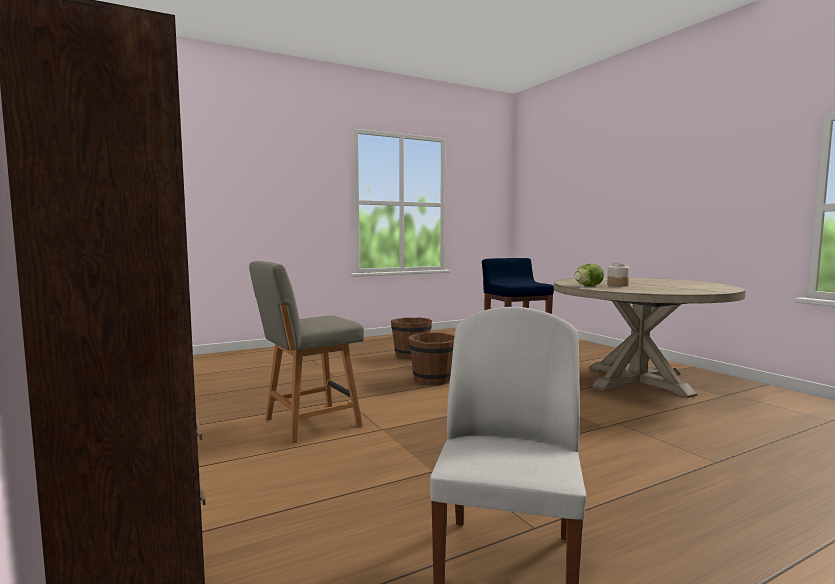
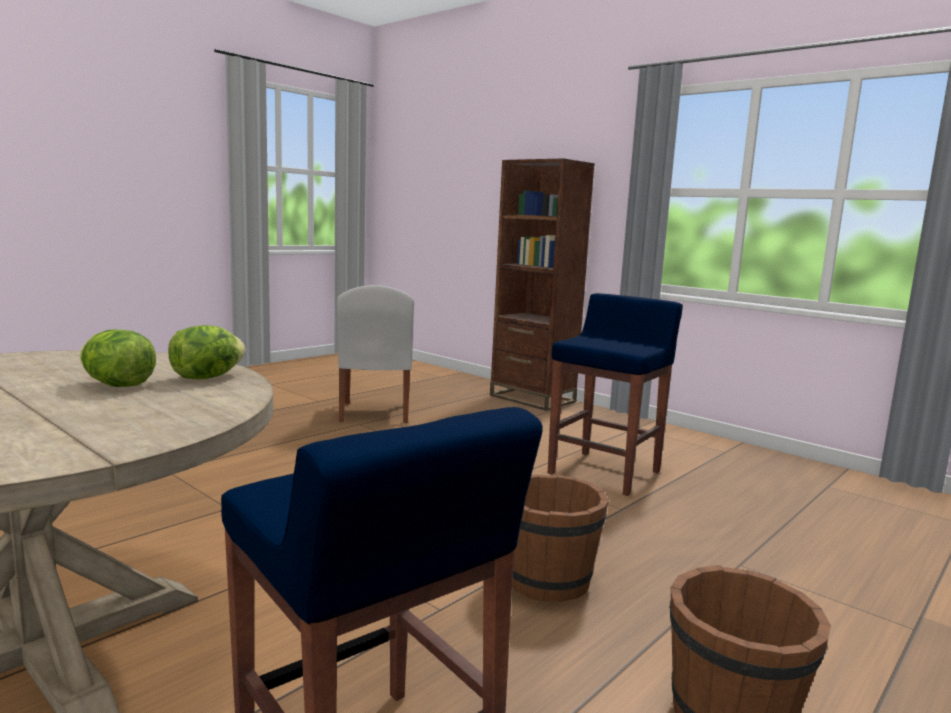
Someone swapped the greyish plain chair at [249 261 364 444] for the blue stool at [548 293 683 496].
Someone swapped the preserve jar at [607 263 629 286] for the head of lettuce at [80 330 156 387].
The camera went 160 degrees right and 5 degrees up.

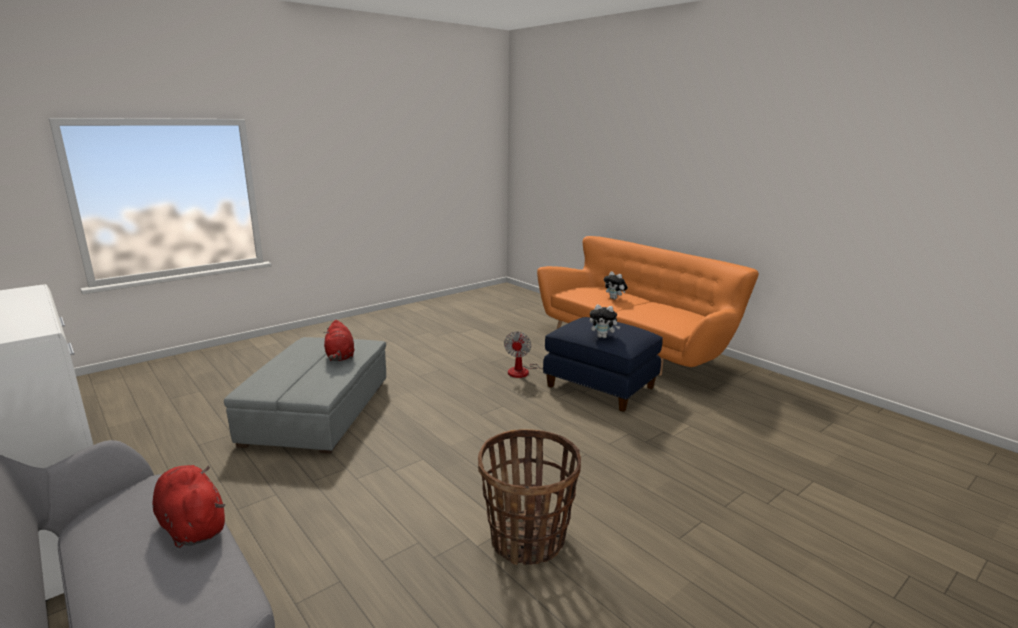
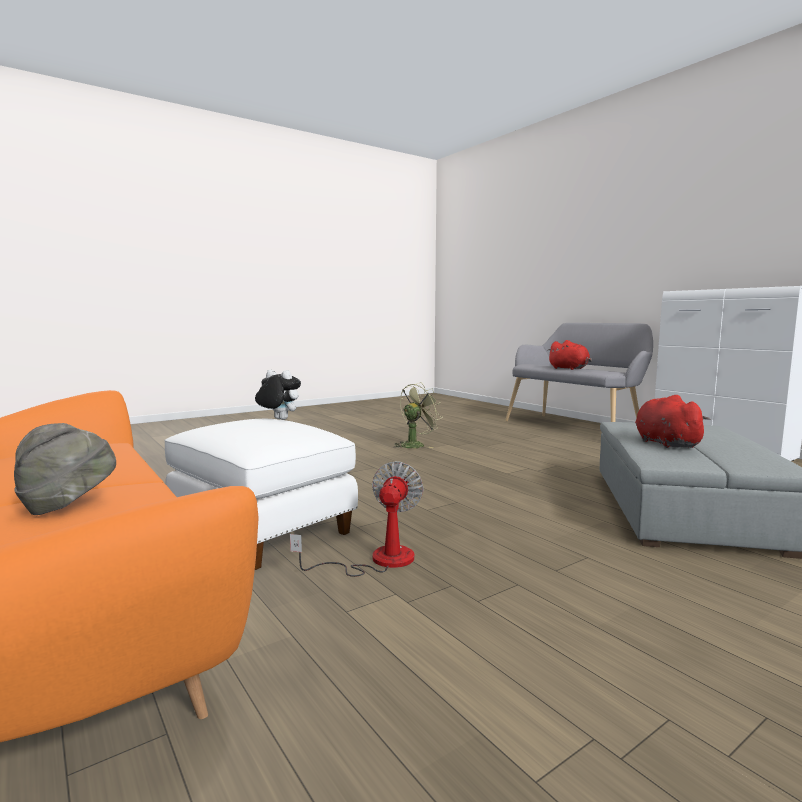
Someone swapped the basket at [478 429 581 565] for the greenish cooling fan at [394 382 443 448].
Someone swapped the plush toy at [604 272 628 300] for the greyish clothing hat at [14 423 116 515].
Someone repainted the blue pouffe at [543 317 663 412], which became the white-coloured pouffe at [164 419 358 570].
The camera went 175 degrees left and 10 degrees down.

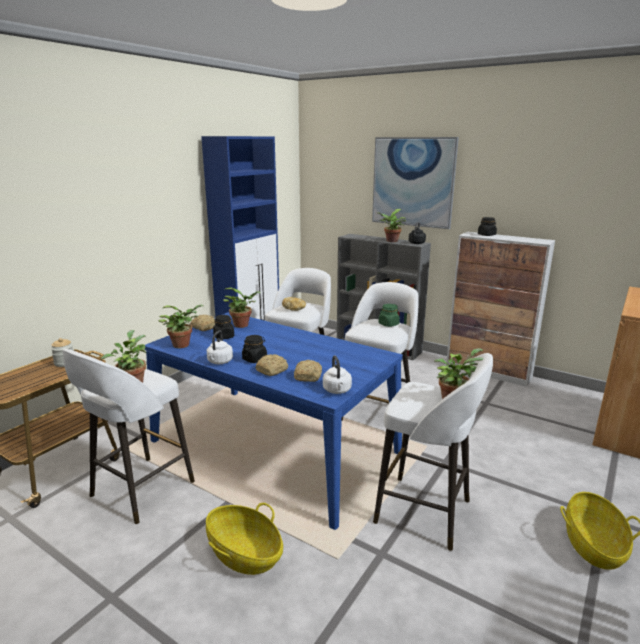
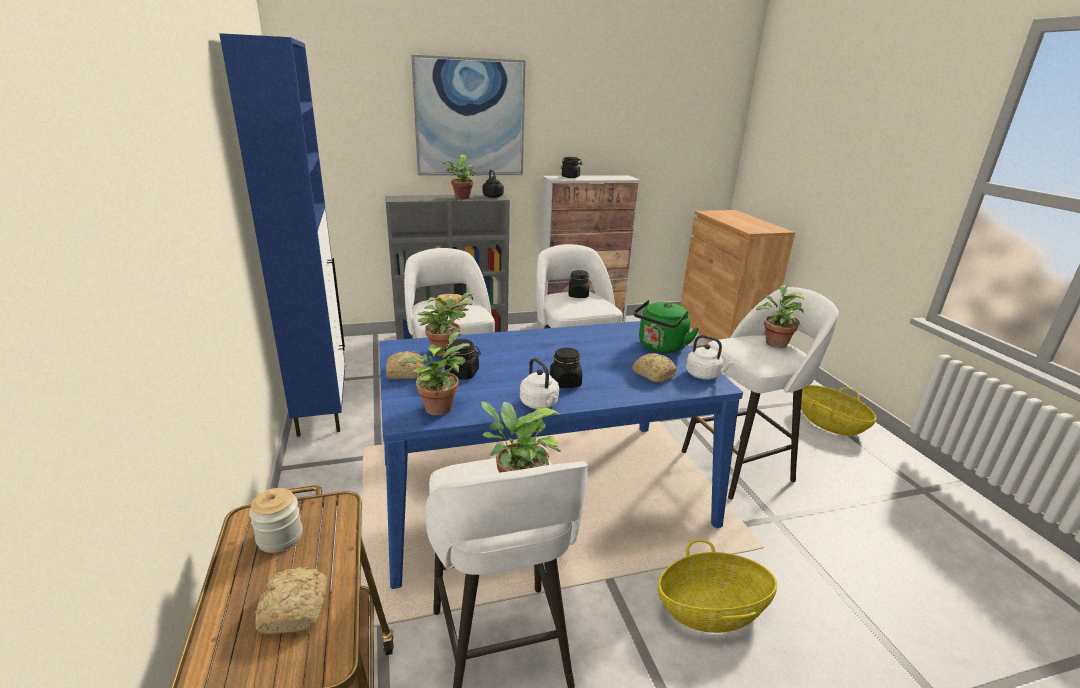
Someone put down the greenish kettle at [634 300 699 353].
Someone carried the bakery bread from [255 354 288 376] to [255 567 327 634].
Someone repainted the greenish preserve jar at [379 304 400 327], which became the blackish preserve jar at [568 270 589 298].
The camera went 50 degrees left and 5 degrees up.

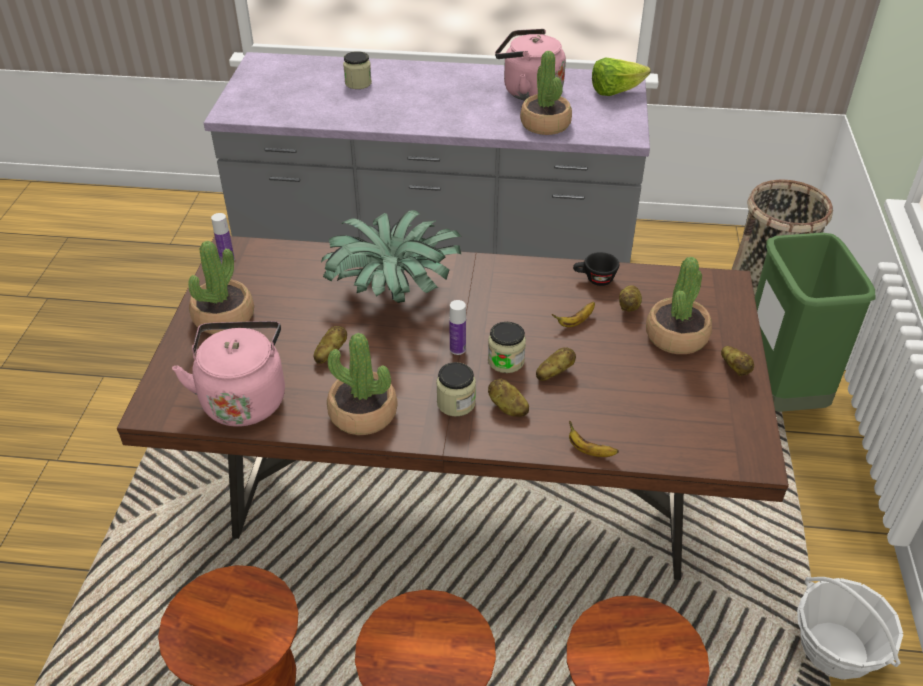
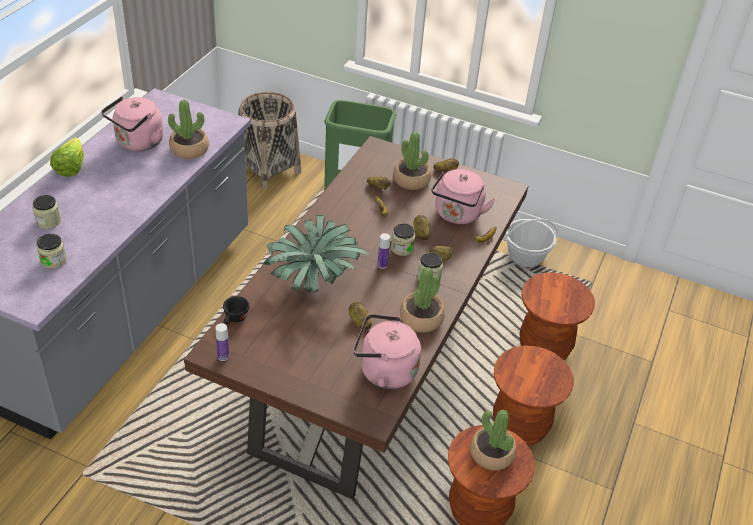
Someone put down the preserve jar at [37 234 67 269].
Someone put down the pink-coloured kettle at [432 169 496 224].
Someone carried the potted plant from [188 241 254 334] to [470 409 516 470].
Someone carried the blackish cup from [573 252 619 286] to [223 296 250 324].
Someone carried the head of lettuce from [592 57 651 96] to [50 137 84 177].
The camera went 75 degrees left and 0 degrees up.

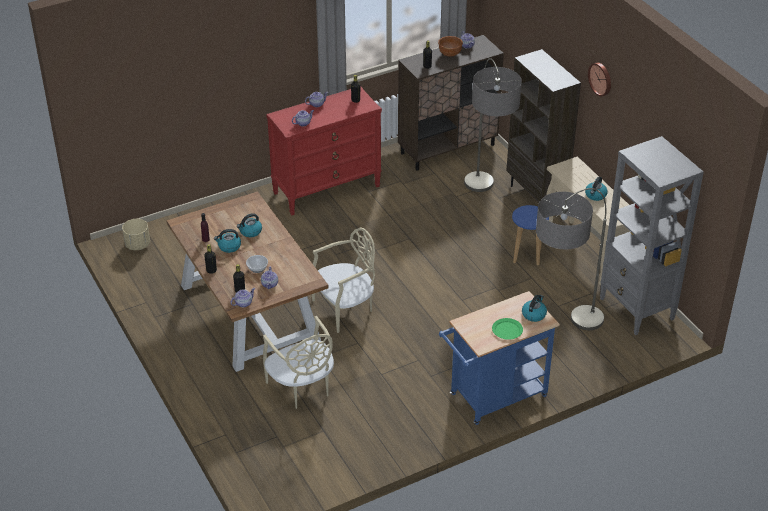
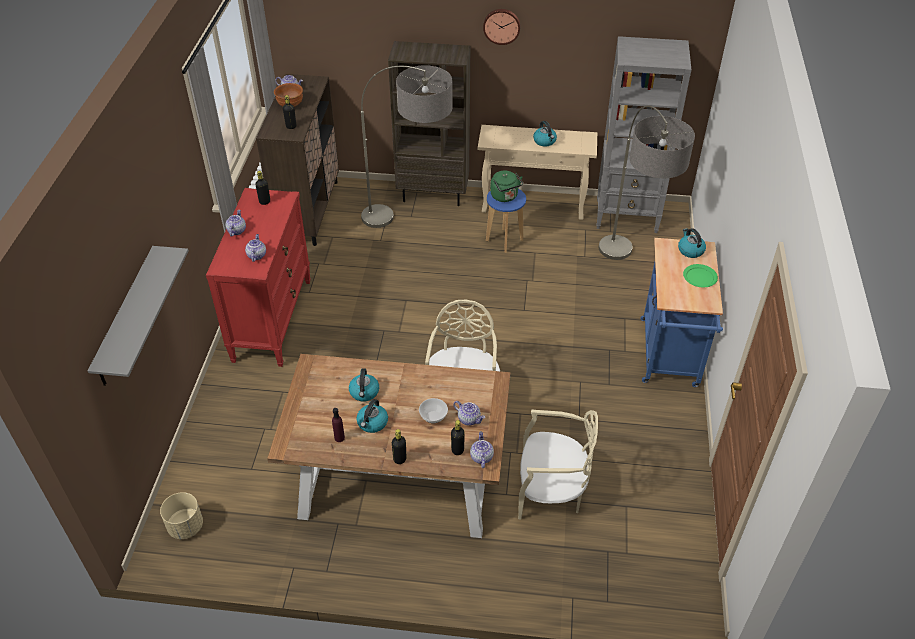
Someone put up the greyish bracket shelf at [88 246 189 386].
Someone put down the greenish kettle at [490 171 523 202].
The camera went 55 degrees left and 5 degrees up.

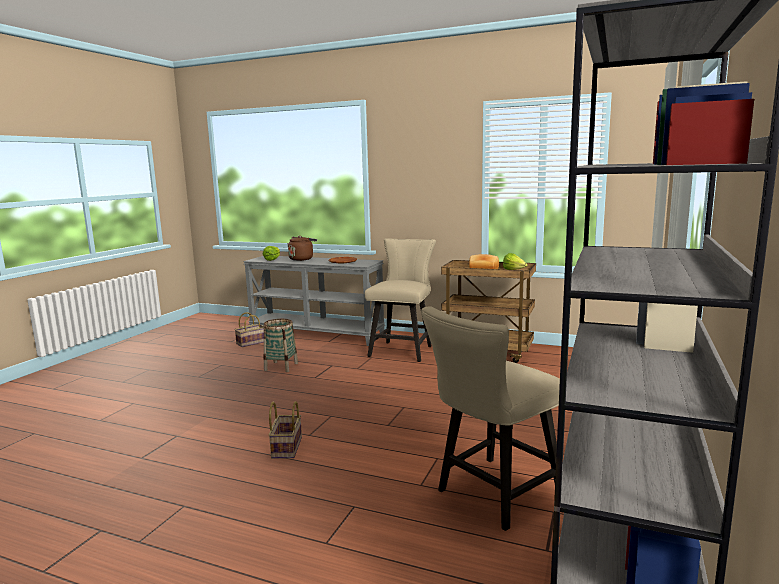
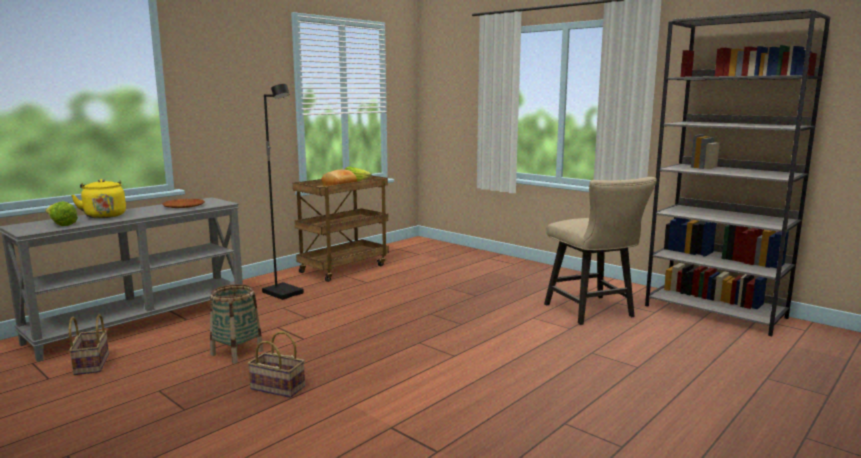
Someone carried the basket from [269 401 302 459] to [248 332 305 398].
Someone swapped the beige-coloured plain chair at [365 238 436 362] for the blackish floor lamp at [262 84 304 300].
Someone repainted the brownish kettle at [287 236 317 261], which became the yellow-coloured kettle at [71 179 126 218].
The camera went 70 degrees left and 0 degrees up.

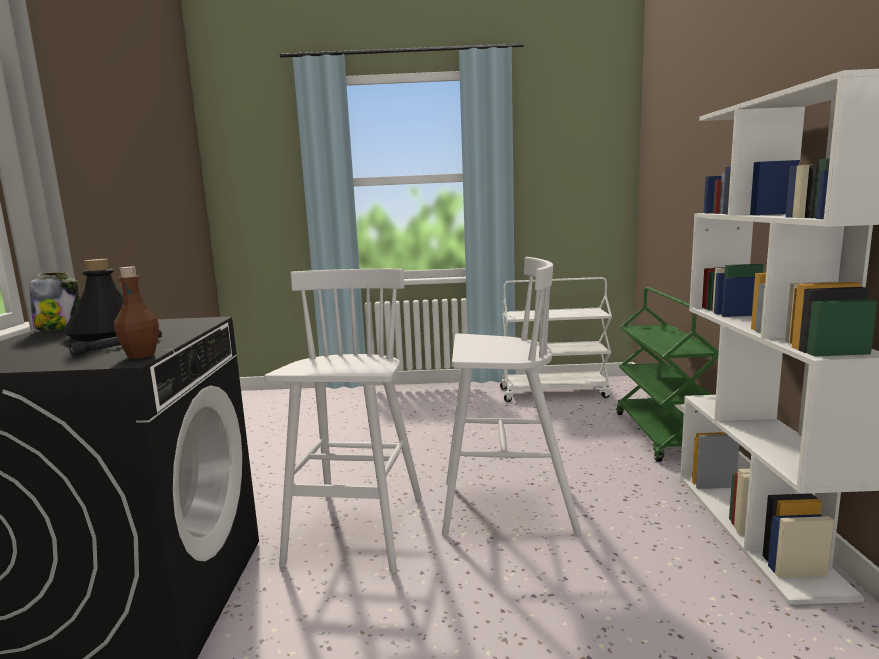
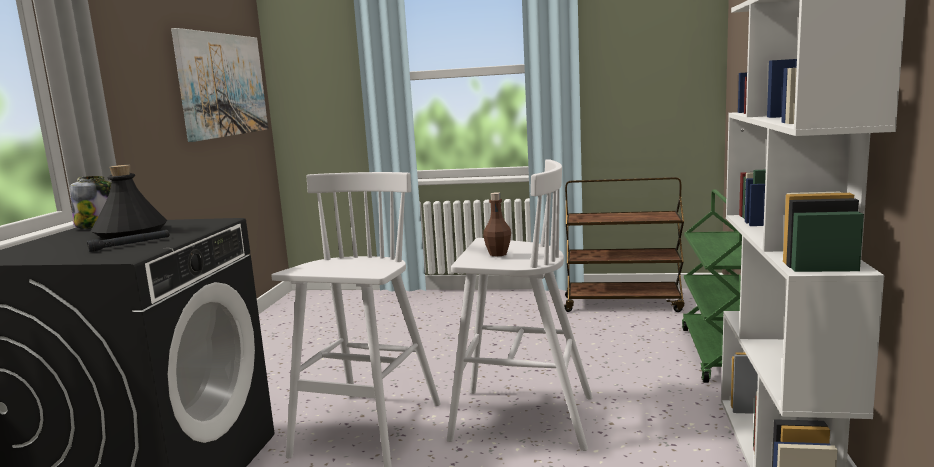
Someone put up the wall art at [171 28 268 142].
Someone carried the brownish beverage bottle from [114 267 159 359] to [483 192 511 256].
Someone repainted the white-coloured cart at [500 277 612 402], which became the brownish cart at [564 177 685 312].
The camera went 10 degrees right and 0 degrees up.

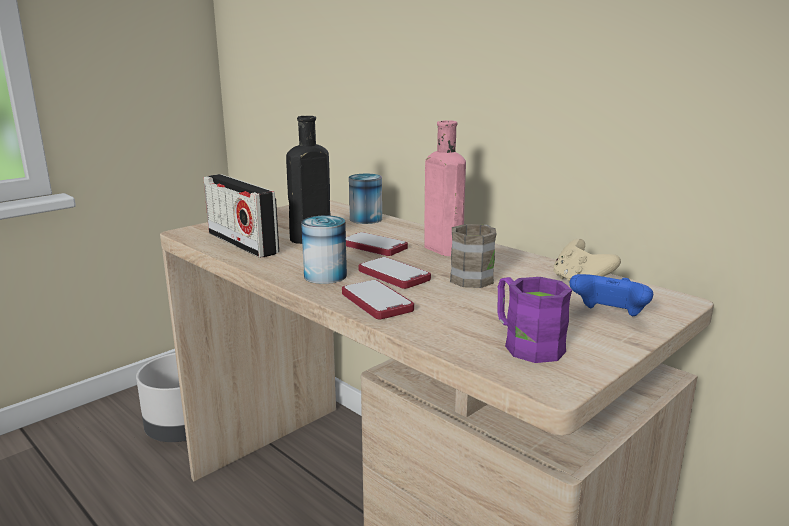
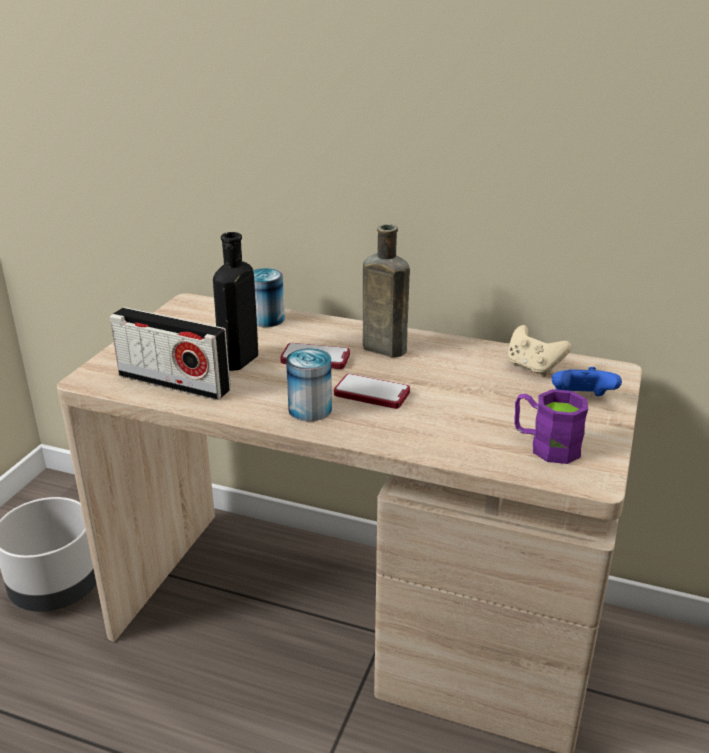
Someone took away the phone at [342 280 414 319].
Someone took away the brownish mug at [450 224 497 288].
Someone repainted the pink-coloured beverage bottle at [424 120 466 256], which became the brownish beverage bottle at [363 224 410 357].
The camera went 25 degrees left and 10 degrees up.

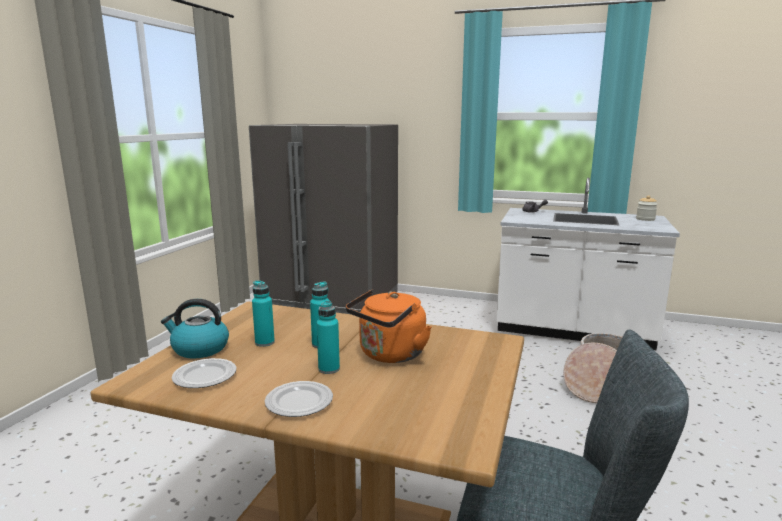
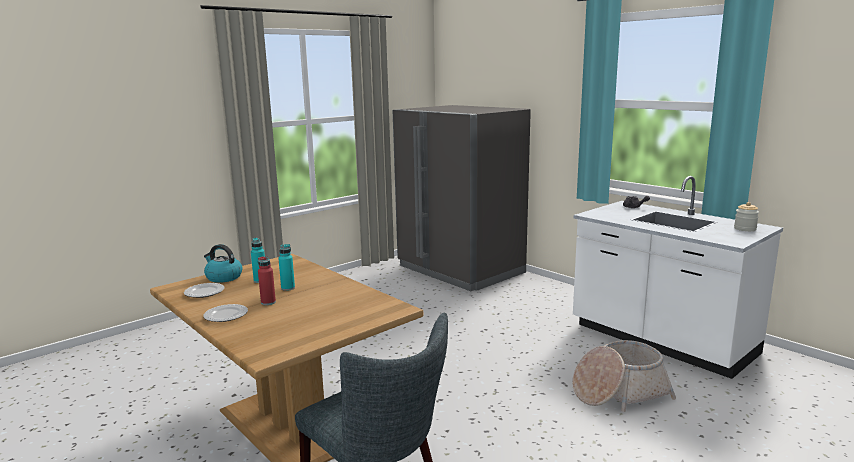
Someone took away the orangey kettle at [346 290 432 363].
Someone repainted the blue-green beverage bottle at [317 301 340 374], which became the red-coloured beverage bottle at [258 256 276 305].
The camera went 30 degrees right and 0 degrees up.

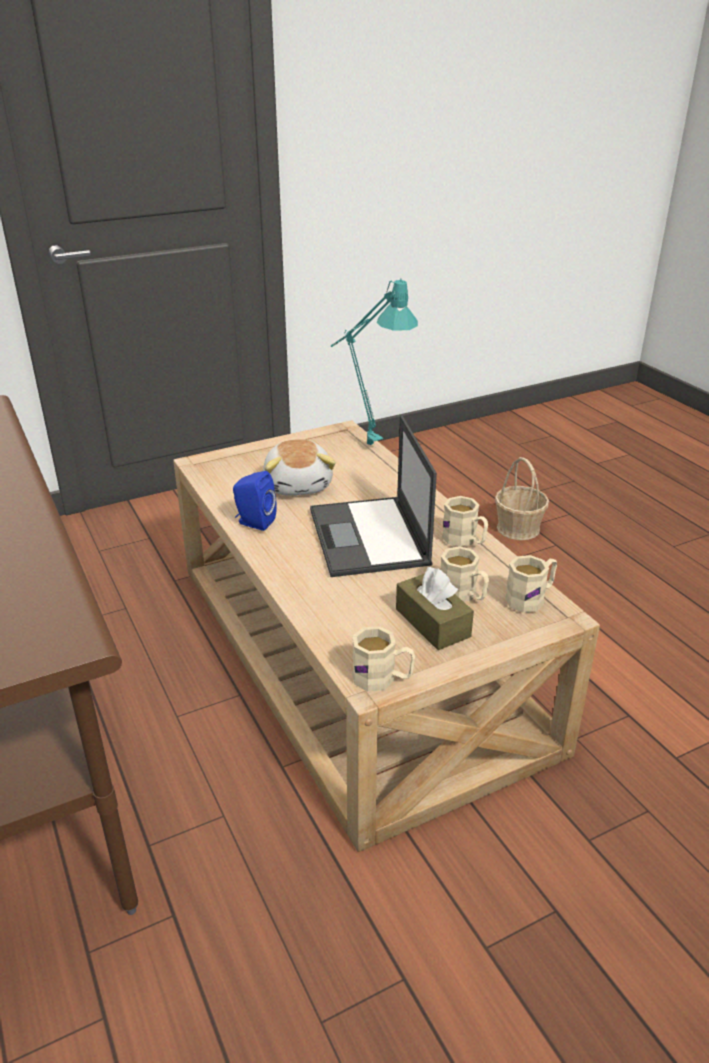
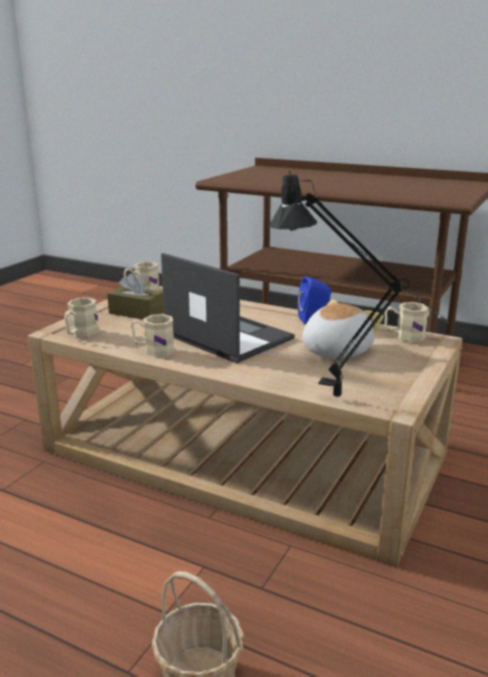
Someone carried the beige-coloured mug from [441 546 489 602] to [385 302 429 342].
Someone repainted the blue-green lamp for a table at [331 278 418 445], which became the blackish lamp for a table at [269 171 450 397].
Someone rotated the plush toy at [263 439 336 495] by 90 degrees clockwise.
The camera went 145 degrees right and 10 degrees down.

